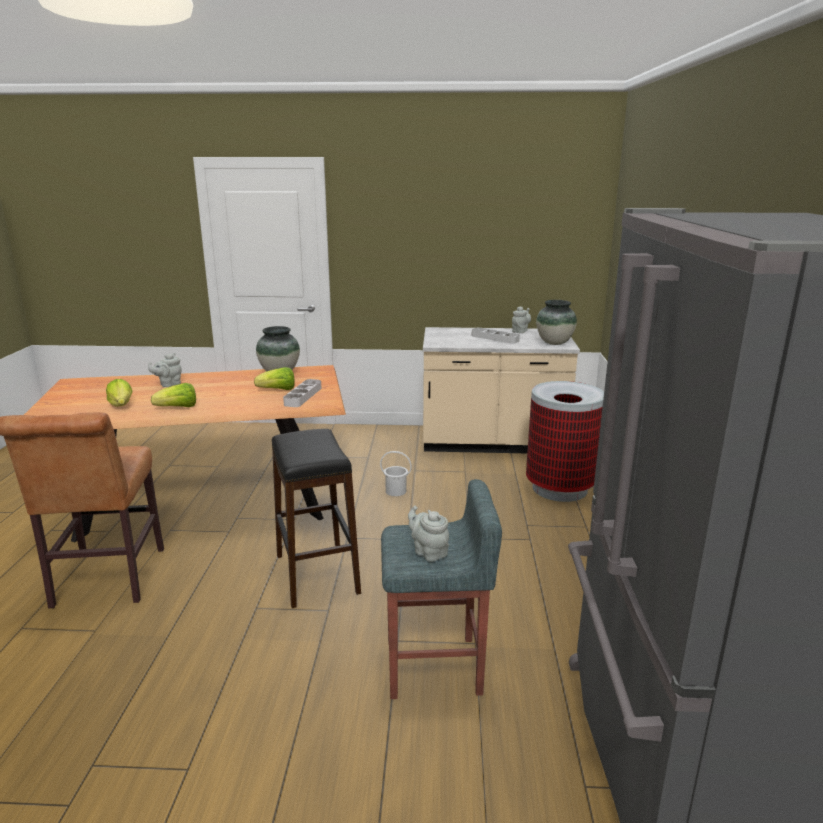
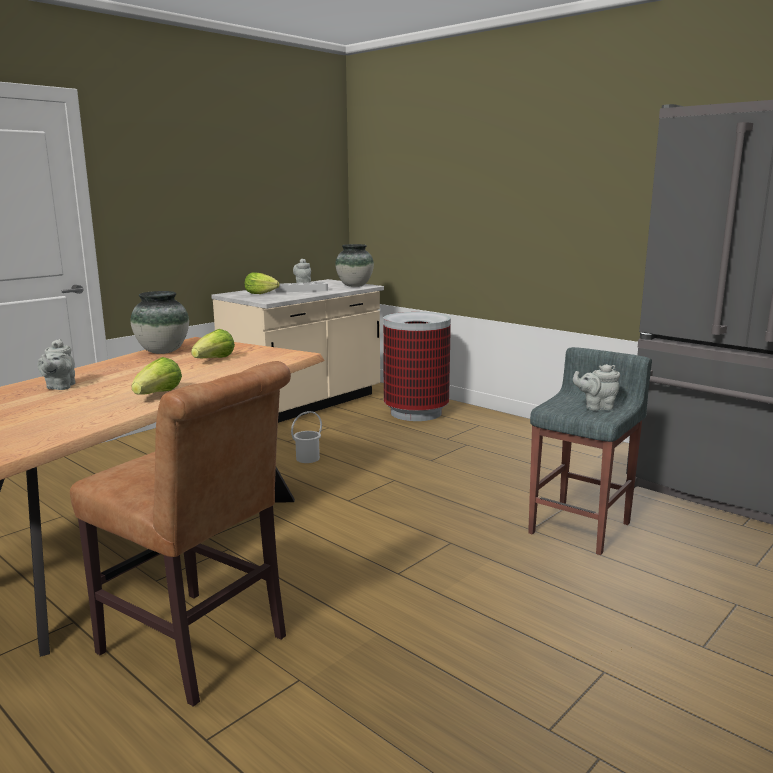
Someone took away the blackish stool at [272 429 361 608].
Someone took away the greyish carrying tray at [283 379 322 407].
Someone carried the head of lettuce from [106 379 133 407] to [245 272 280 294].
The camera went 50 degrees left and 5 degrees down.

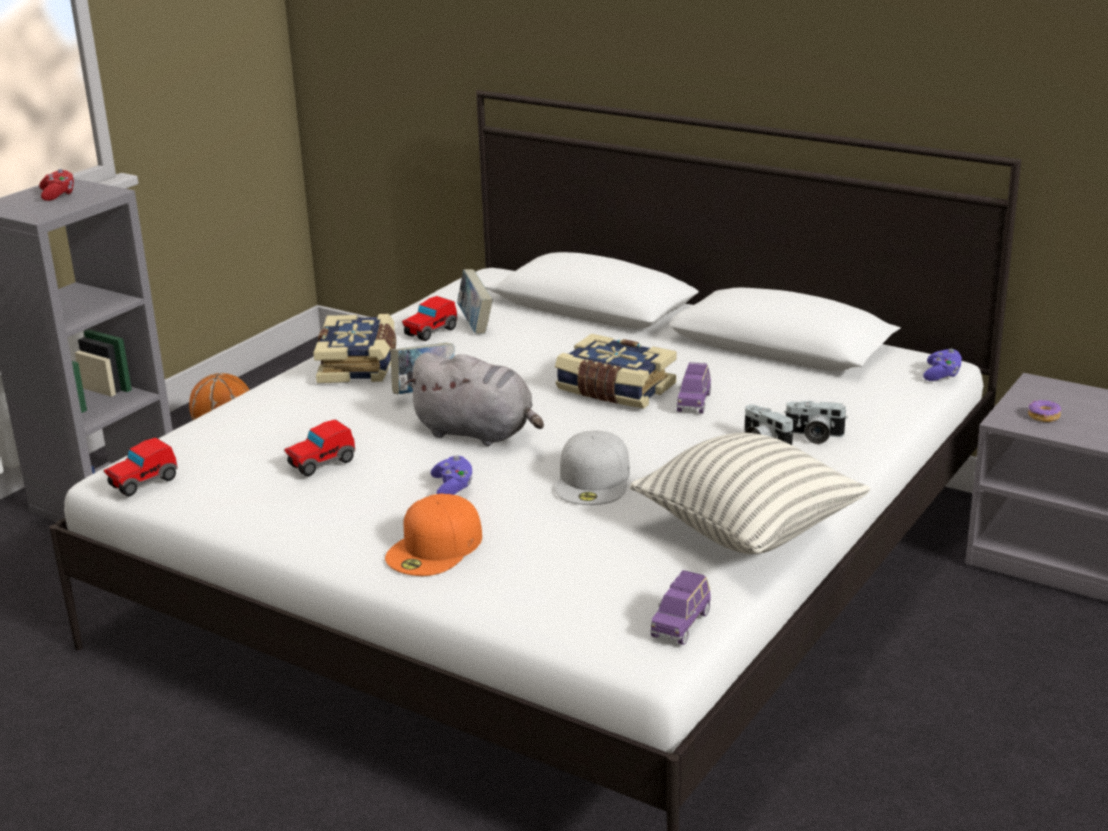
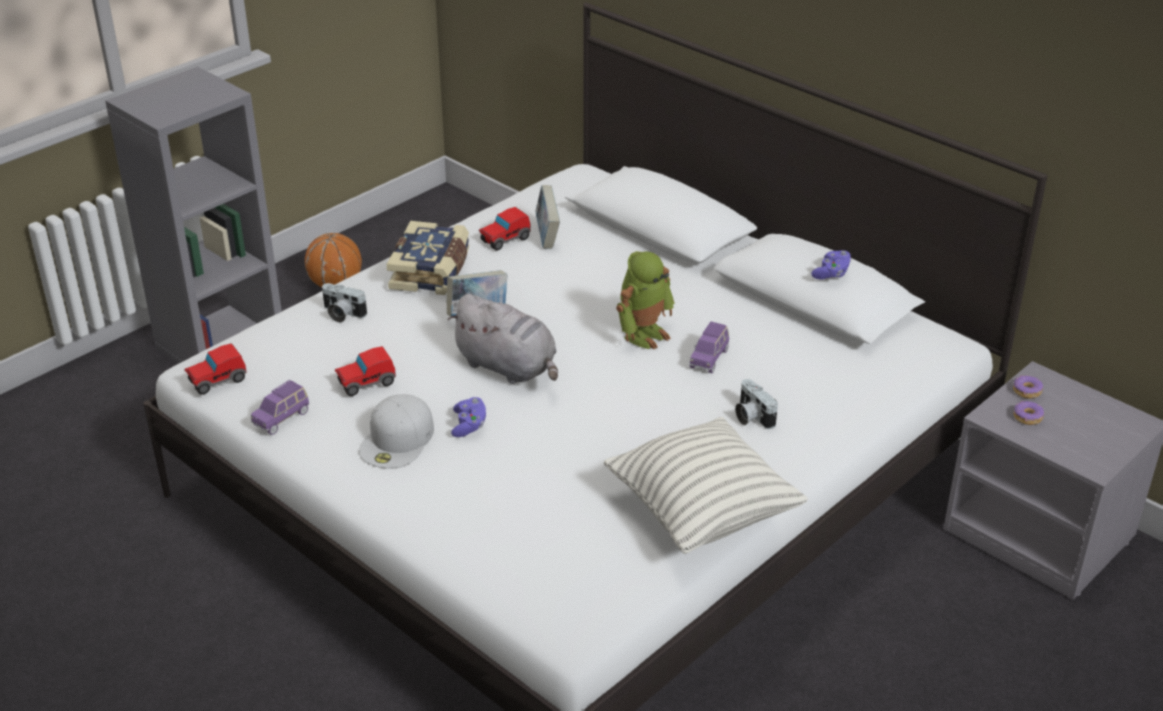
Someone took away the red-coloured gamepad at [39 169 74 201].
Someone took away the orangey cap at [385 494 482 576].
Someone put down the doughnut at [1013 375 1043 399].
Someone carried the white-coloured cap from [555 430 630 505] to [359 394 434 469].
Someone carried the purple-coloured model car from [650 570 711 645] to [251 380 309 435].
Someone carried the still camera from [784 401 848 444] to [322 283 367 322].
Someone carried the purple-coloured gamepad from [923 349 962 381] to [811 250 851 280].
Someone swapped the volume at [555 334 676 409] for the toy robot at [616 251 675 349].
The camera went 10 degrees right and 10 degrees up.

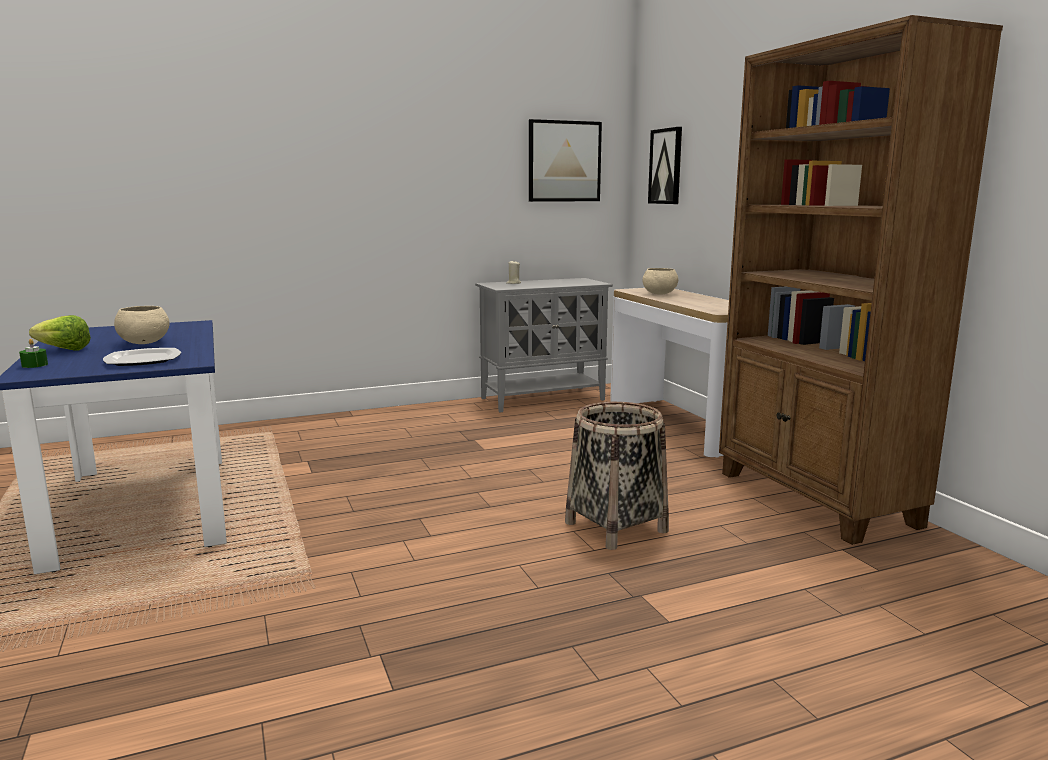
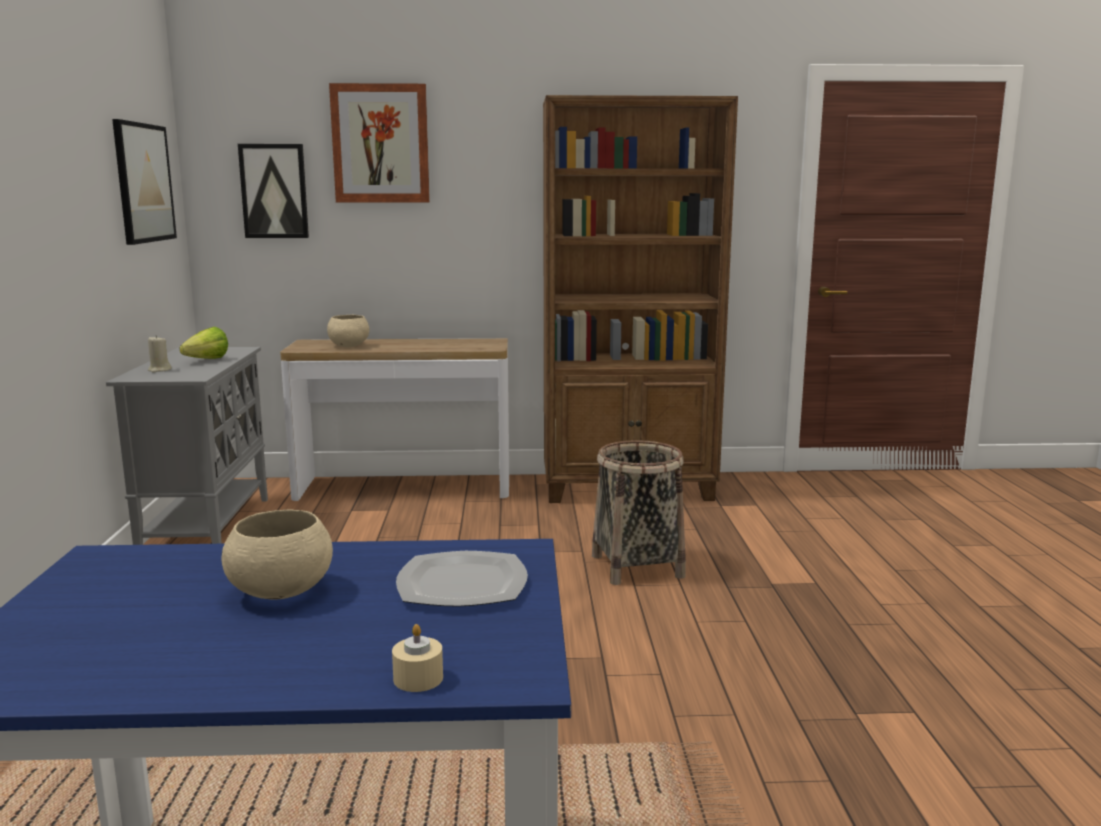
Someone put up the wall art at [329 83 430 203].
Someone carried the head of lettuce from [29 315 91 350] to [180 327 228 359].
Someone repainted the greenish wax light at [19 339 48 368], which became the beige-coloured wax light at [392 624 443 692].
The camera went 70 degrees left and 0 degrees up.

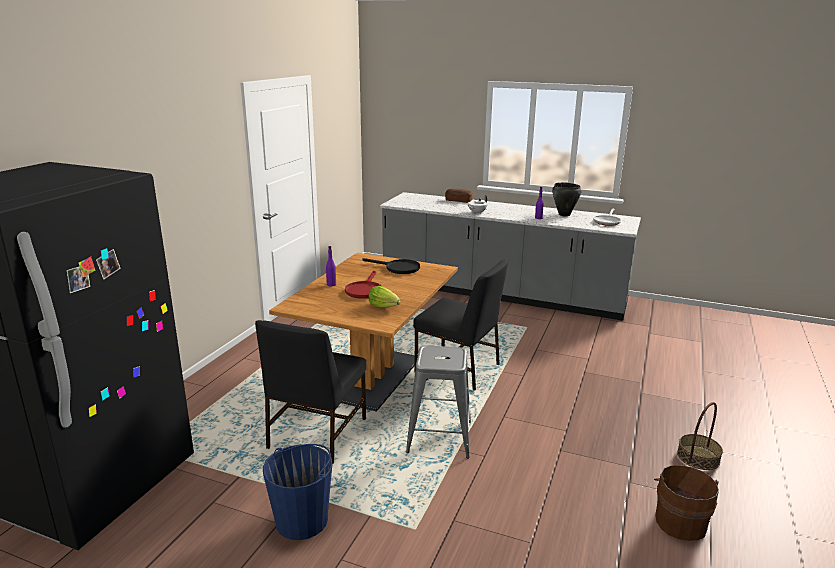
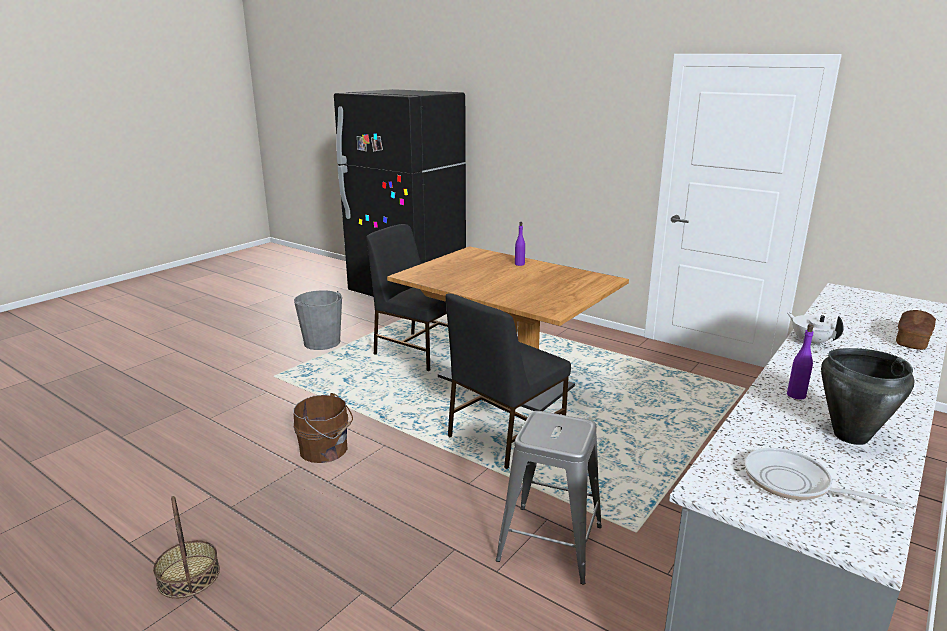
Someone took away the red-coloured frying pan at [345 271 381 299].
Someone took away the blackish frying pan at [363 258 420 274].
Someone took away the head of lettuce at [368 286 401 307].
Someone carried the greyish stool from [406 345 471 459] to [496 411 602 585].
Someone carried the brownish bucket from [654 465 719 541] to [293 393 353 463].
Someone repainted the blue bucket at [263 444 332 540], which became the greyish bucket at [294 290 342 350].
The camera went 105 degrees right and 0 degrees up.

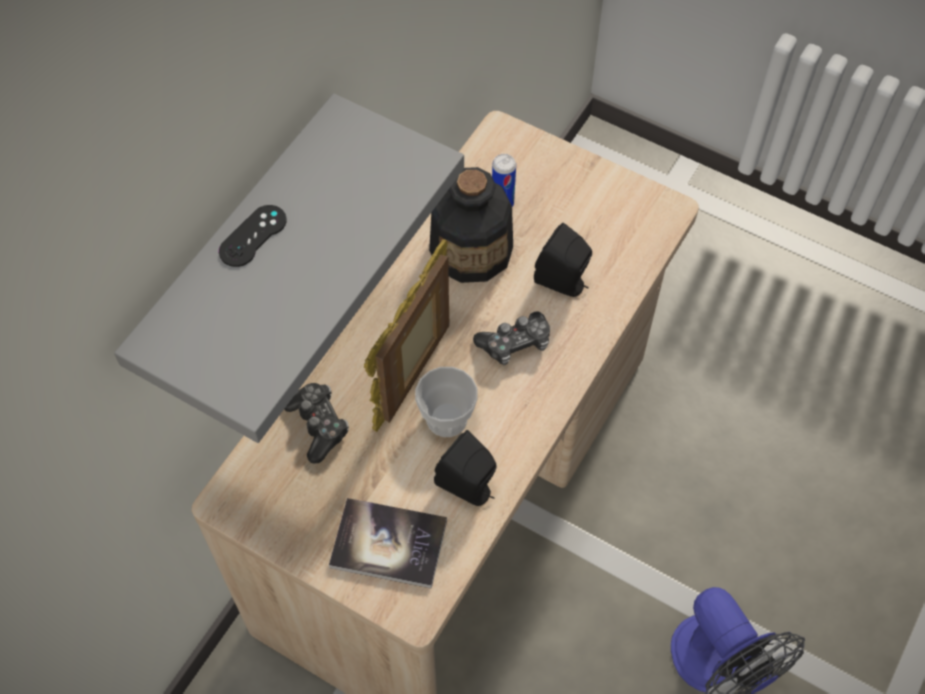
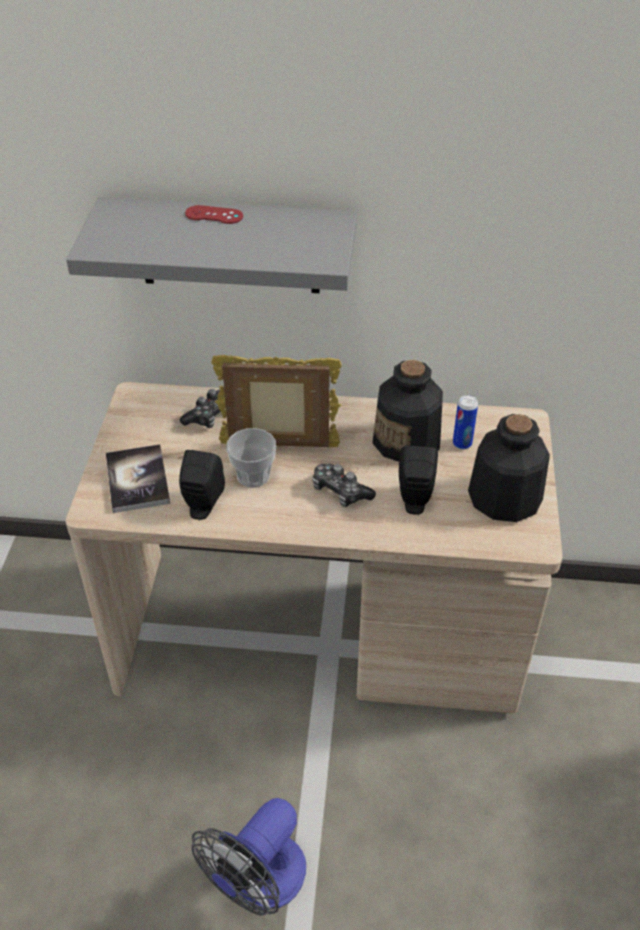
Someone put down the beverage bottle at [468 414 550 522].
Someone repainted the blackish gamepad at [219 205 287 267], which became the red-coloured gamepad at [185 205 243 224].
The camera went 65 degrees right and 15 degrees down.

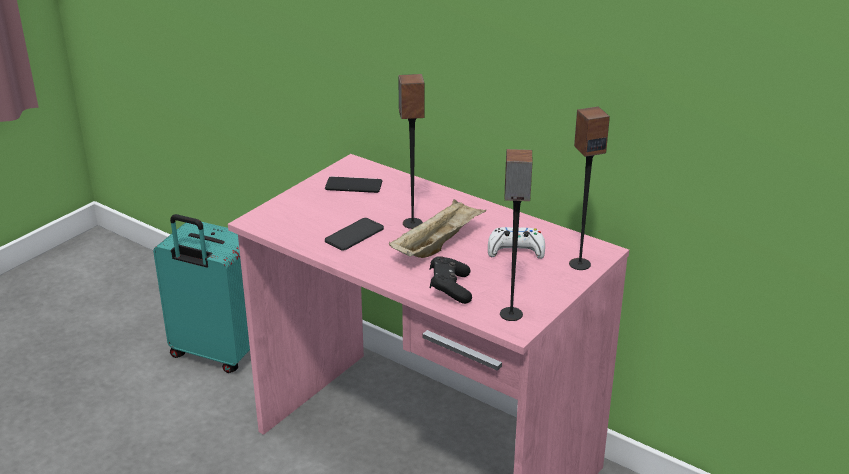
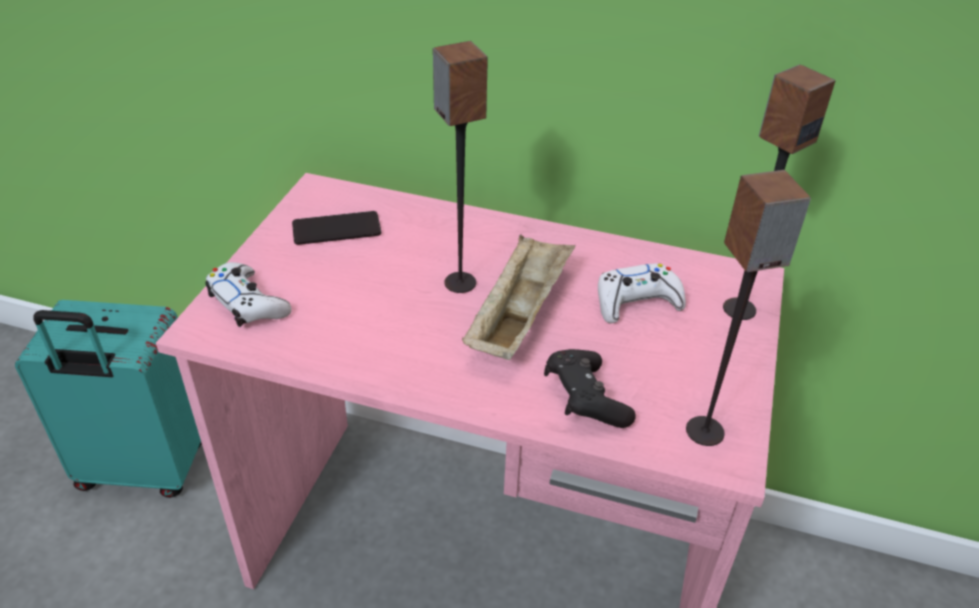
Someone took away the phone at [325 218 384 250].
Someone put down the white-coloured gamepad at [205 262 292 327].
The camera went 20 degrees left and 10 degrees up.

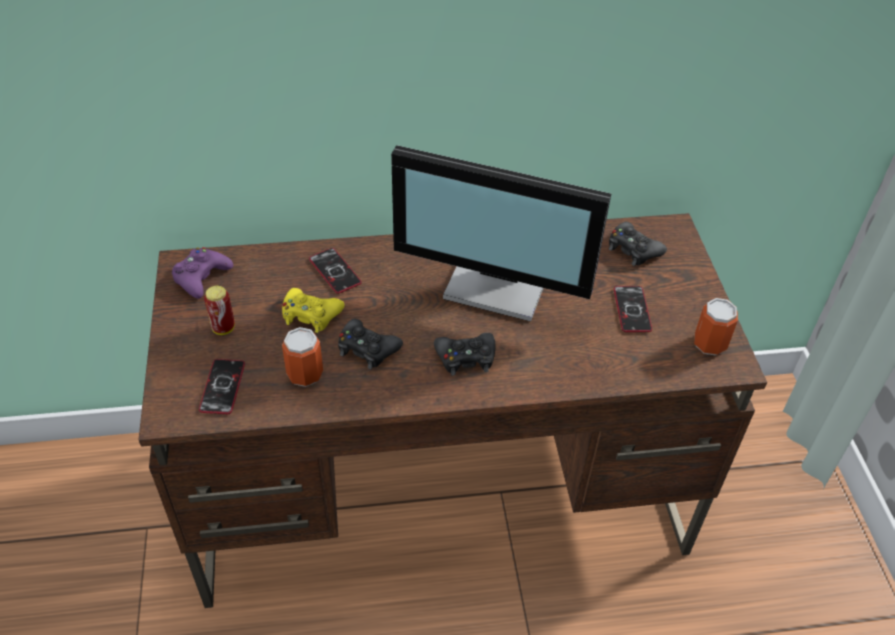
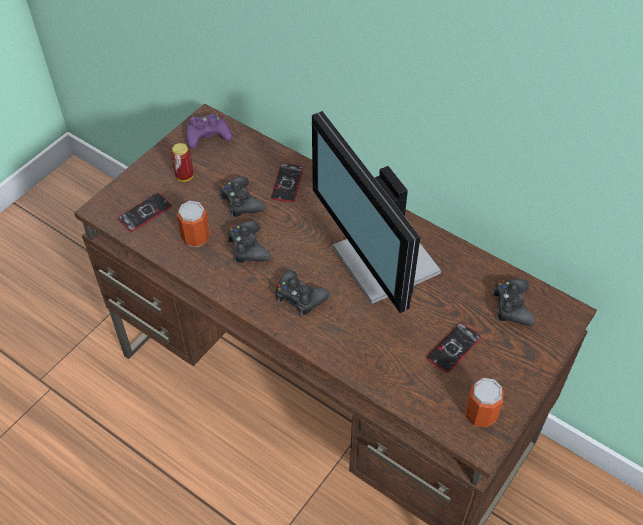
Someone repainted the yellow-coloured gamepad at [282 288 345 333], which became the blackish gamepad at [220 177 266 217].
The camera went 45 degrees right and 5 degrees up.

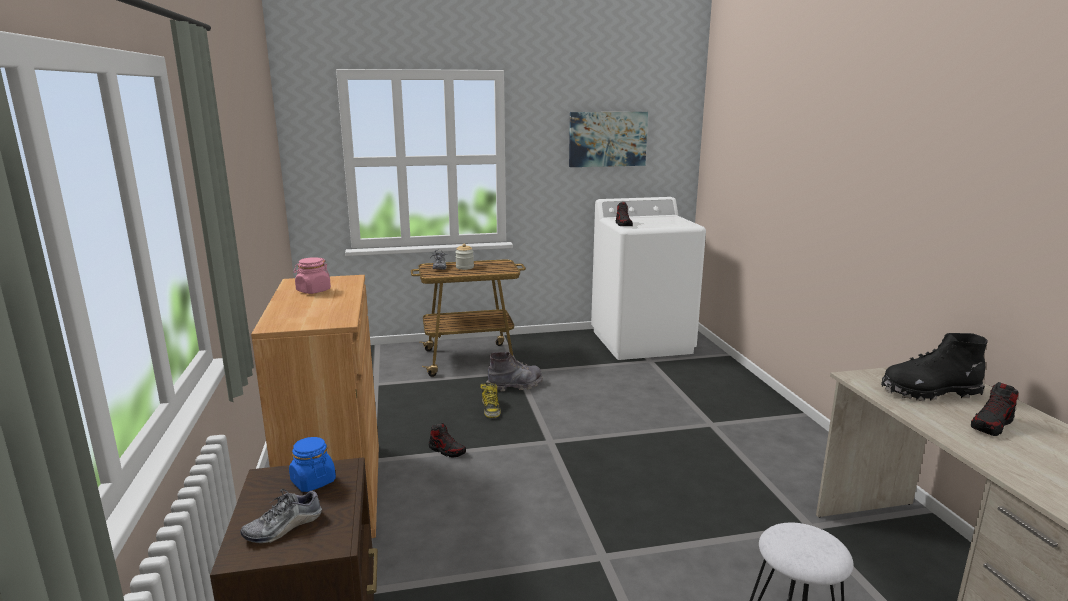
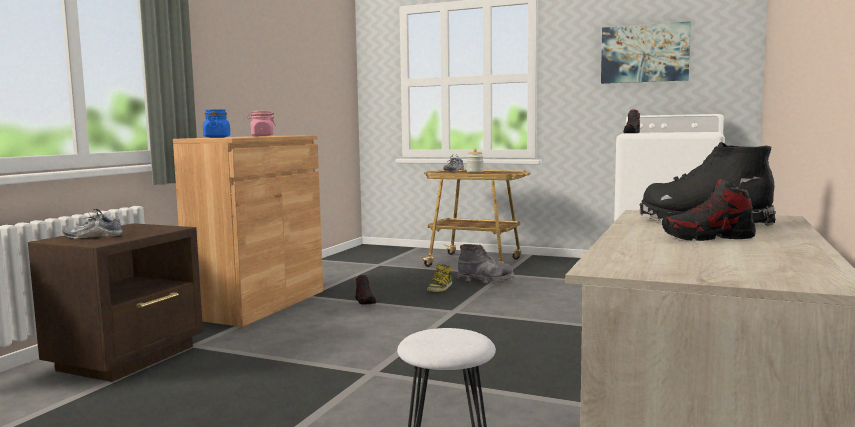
Someone carried the blue preserve jar from [289 437 336 492] to [203 109 230 138].
The camera went 35 degrees right and 10 degrees down.

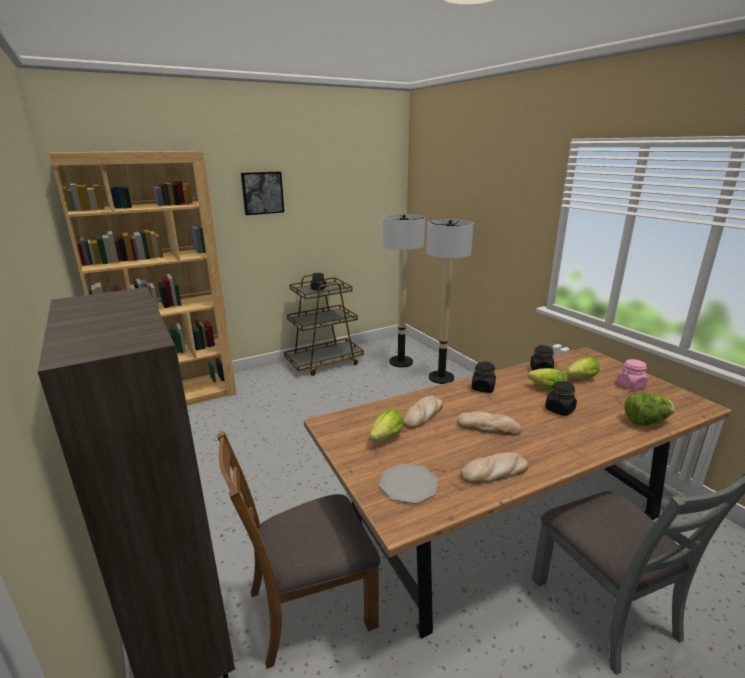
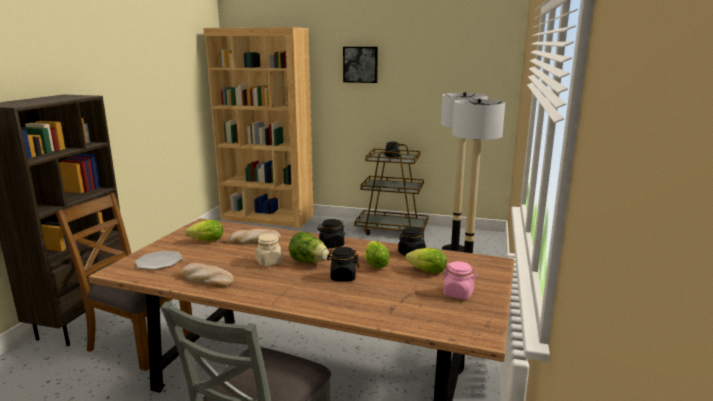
Someone carried the head of lettuce from [624 393 675 426] to [289 232 329 263].
Someone swapped the bakery bread at [457 412 522 436] for the beige-coloured preserve jar at [256 233 283 266].
The camera went 45 degrees right and 5 degrees down.

